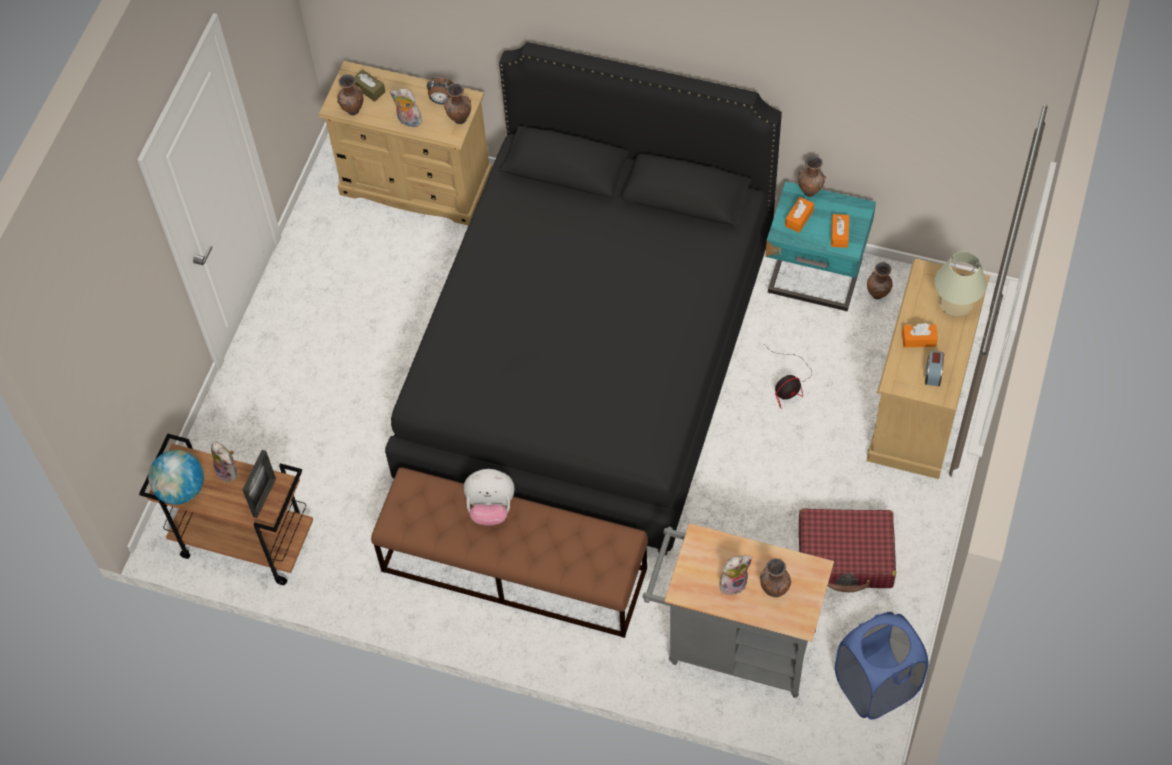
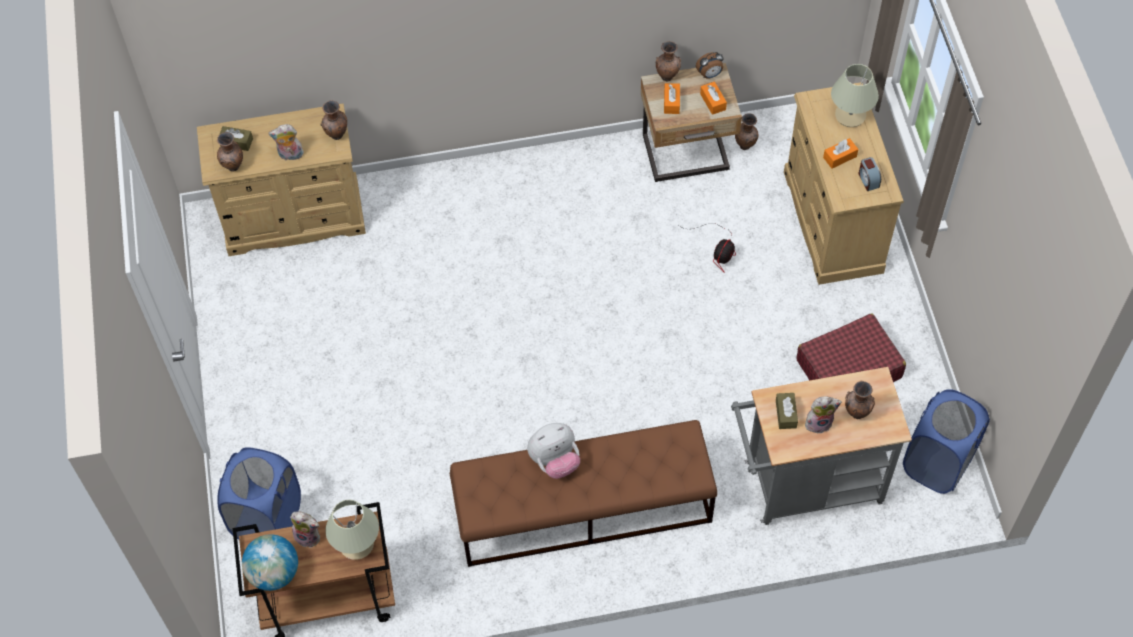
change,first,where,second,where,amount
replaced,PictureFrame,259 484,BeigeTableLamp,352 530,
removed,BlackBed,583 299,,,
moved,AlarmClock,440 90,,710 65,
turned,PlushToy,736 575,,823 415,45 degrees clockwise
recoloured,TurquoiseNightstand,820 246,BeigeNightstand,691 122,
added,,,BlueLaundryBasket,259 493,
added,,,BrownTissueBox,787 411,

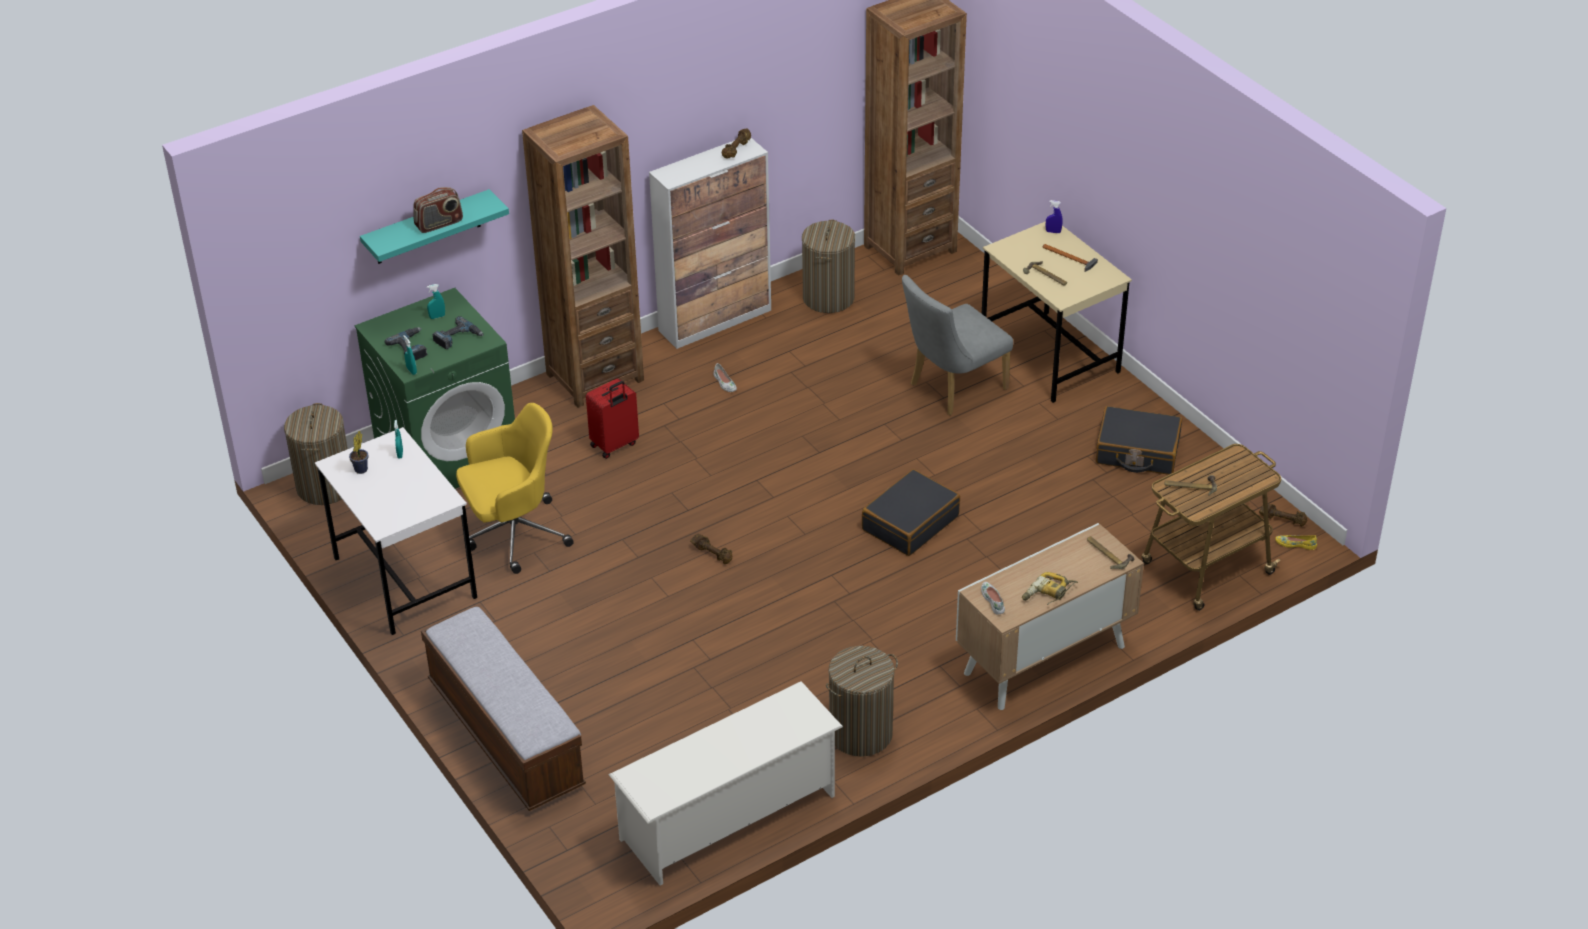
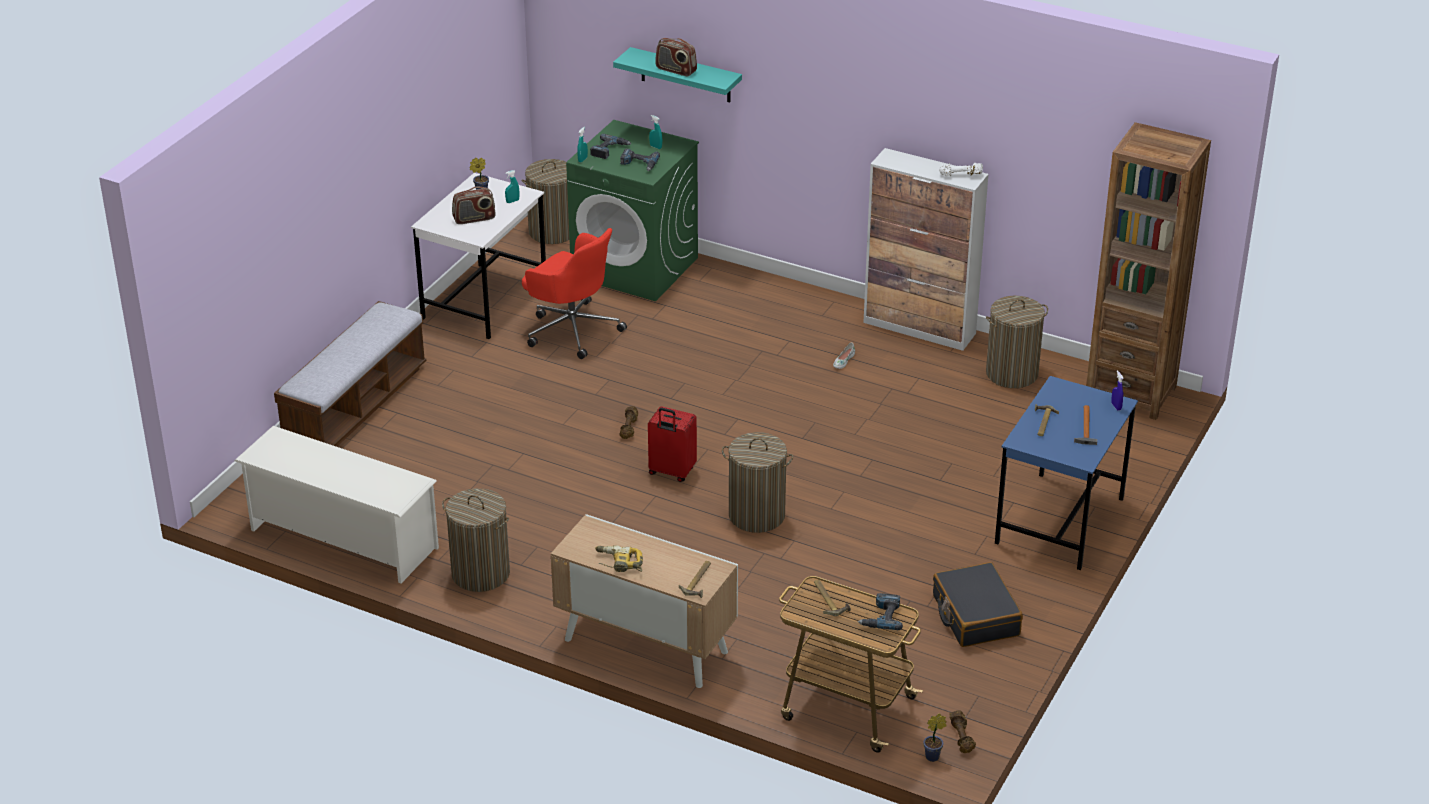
change,first,where,second,where,amount
recoloured,YellowOfficeChair,515 488,RedOfficeChair,574 293,
removed,BrownBookcase,583 256,,,
moved,RedSuitcase,612 418,,672 444,
recoloured,BrownDumbbell,736 143,WhiteDumbbell,961 169,
replaced,BlackSuitcase,911 512,LaundryBasket,757 482,
removed,GreyChair,957 345,,,
removed,WhiteShoe,993 598,,,
recoloured,BeigeDesk,1057 312,BlueDesk,1066 473,
replaced,YellowShoe,1296 542,PottedPlant,935 737,
added,,,Radio,473 205,
added,,,PowerDrill,880 611,

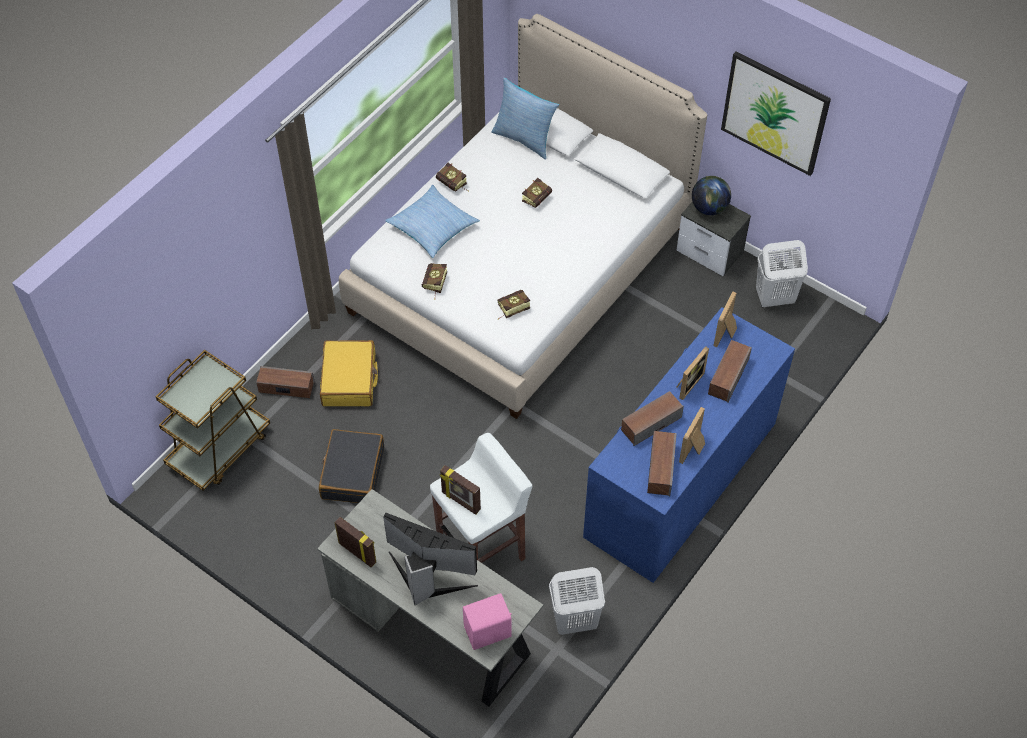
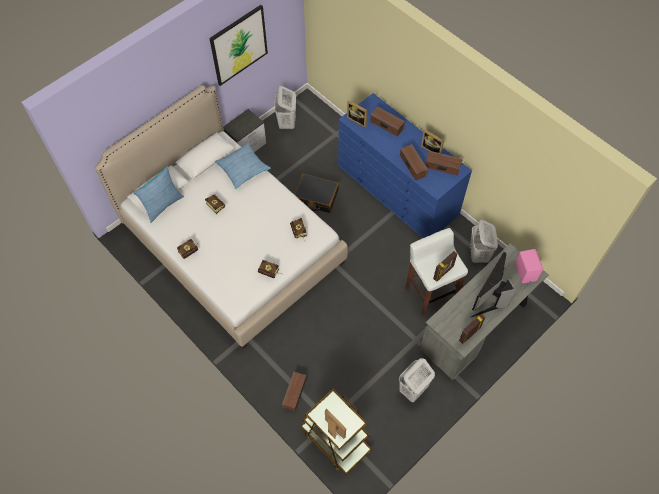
change,first,where,second,where,amount
moved,BlackSuitcase,351 466,,316 193,
removed,YellowSuitcase,349 373,,,
moved,Pillow,432 221,,243 165,
moved,PictureFrame,693 373,,335 424,
removed,Globe,711 195,,,
added,,,WhiteLaundryBasket,417 380,

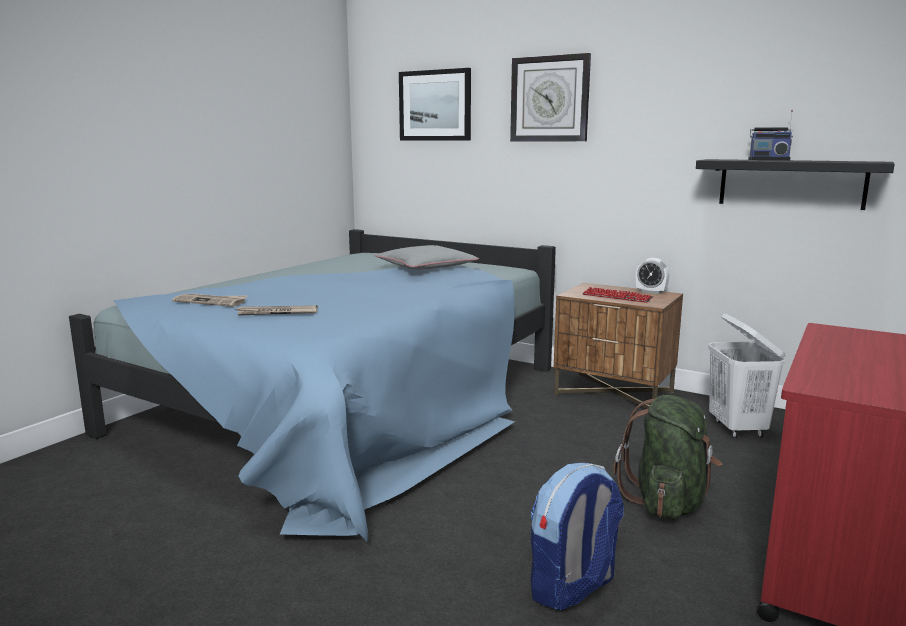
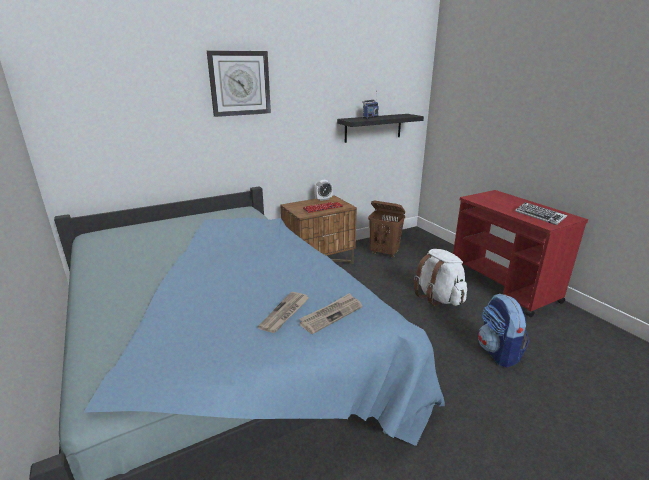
change,first,where,second,where,amount
moved,Newspaper,209 300,,330 313,
removed,GreyPillow,427 257,,,
removed,Picture,435 104,,,
recoloured,GreenBackpack,668 457,WhiteBackpack,440 277,
recoloured,WhiteLaundryBasket,747 375,BrownLaundryBasket,386 229,
added,,,Keyboard,541 213,

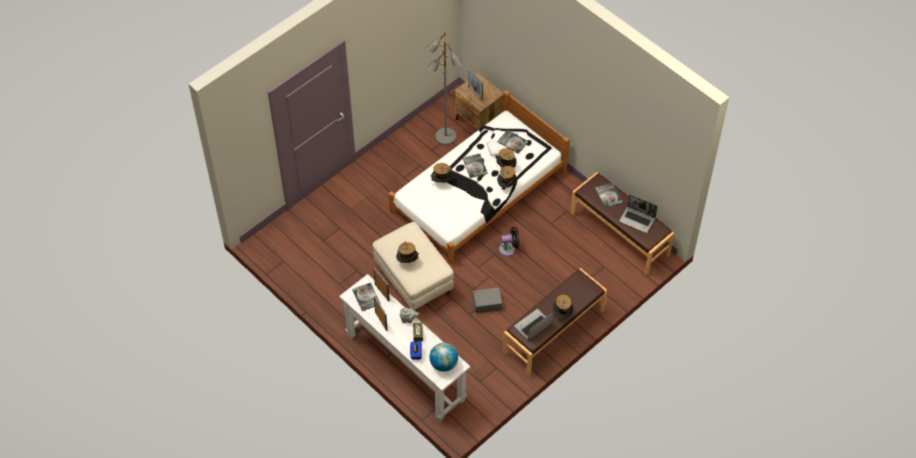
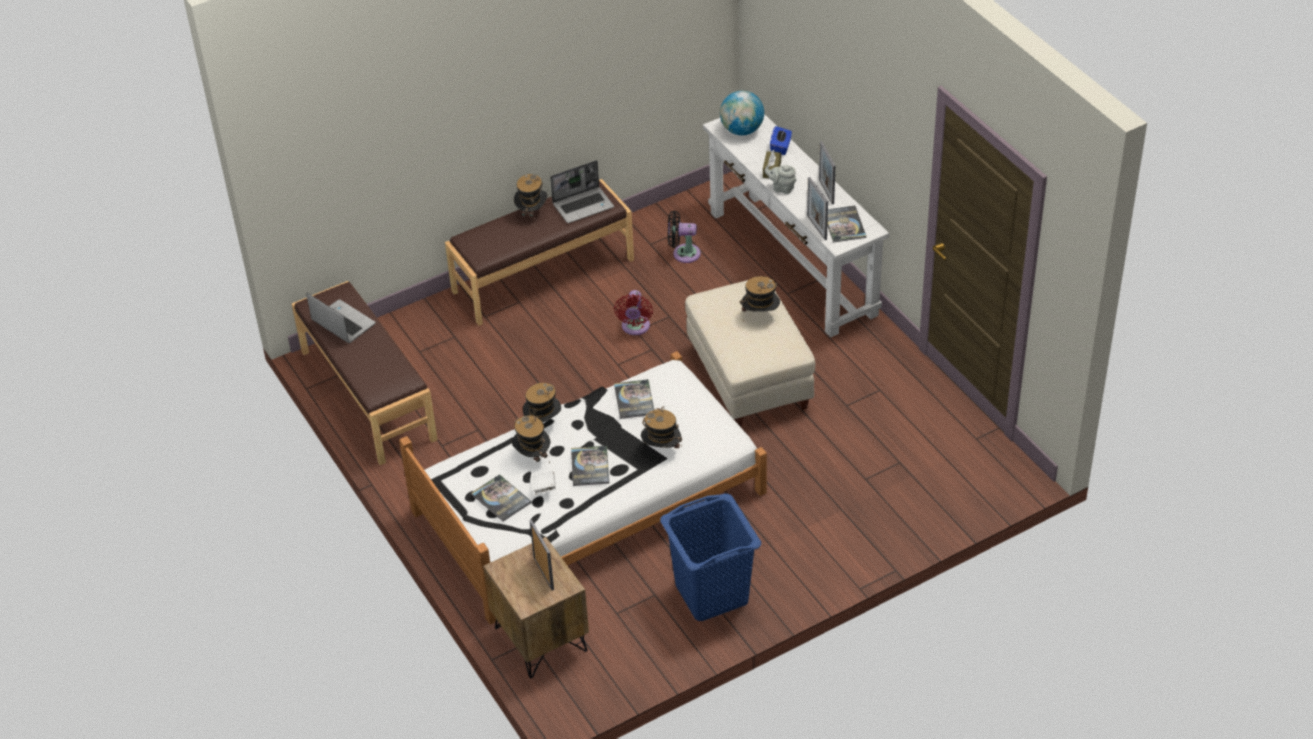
change,first,where,second,where,amount
removed,GreyFloorLamp,444 89,,,
replaced,GreyStorageBox,487 300,RedFan,633 312,
moved,BlackFan,509 241,,684 237,
moved,Book,609 195,,634 399,
added,,,BlueLaundryBasket,710 557,

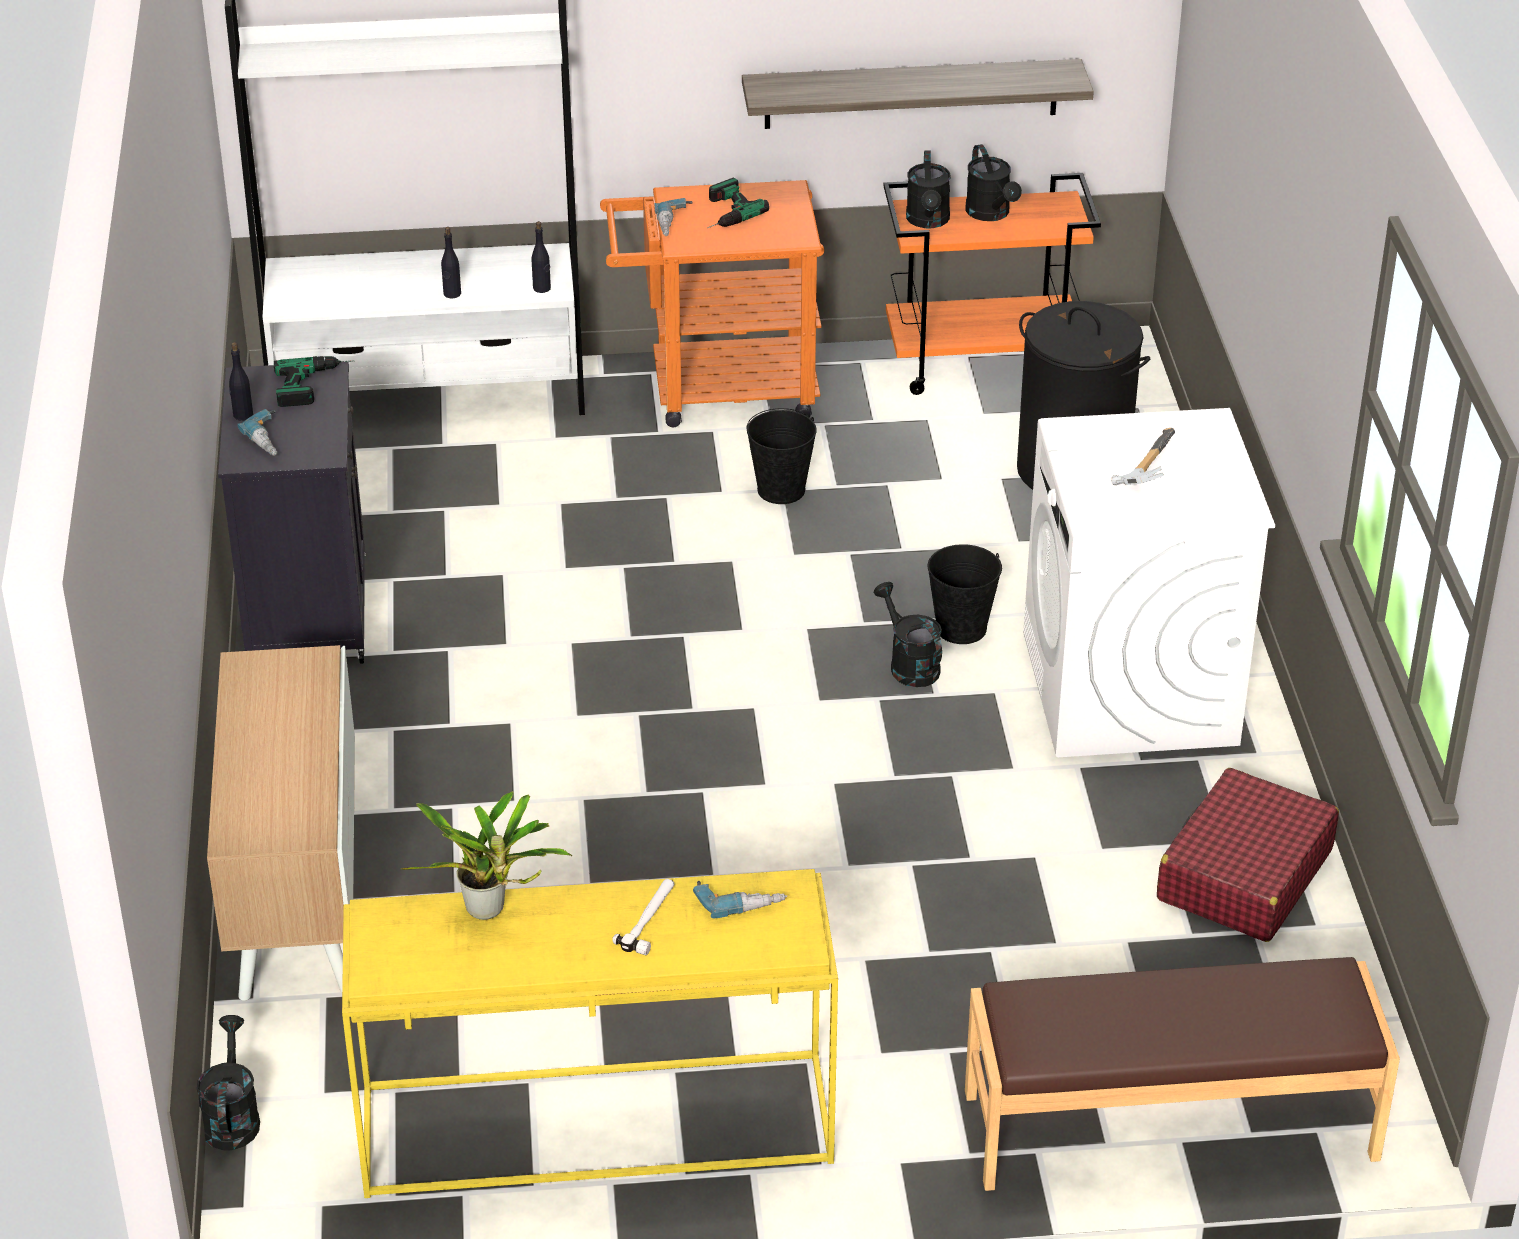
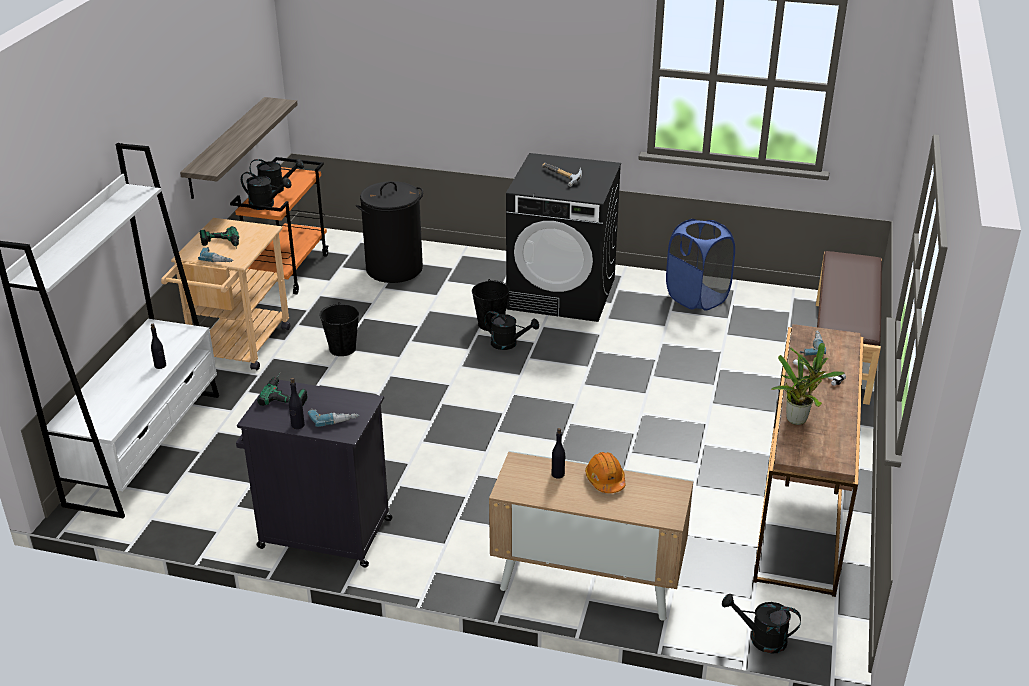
change,first,where,second,where,amount
recoloured,YellowConsoleTable,590 1033,BrownConsoleTable,808 460,
moved,BlackBottle,541 257,,559 453,
recoloured,OrangeCart,712 303,BeigeCart,225 294,
turned,BlackWateringCan,908 634,,511 330,150 degrees counterclockwise
recoloured,WhiteWashingMachine,1149 582,BlackWashingMachine,563 237,
replaced,RedSuitcase,1248 855,BlueLaundryBasket,700 265,
added,,,OrangeHardHat,605 472,

